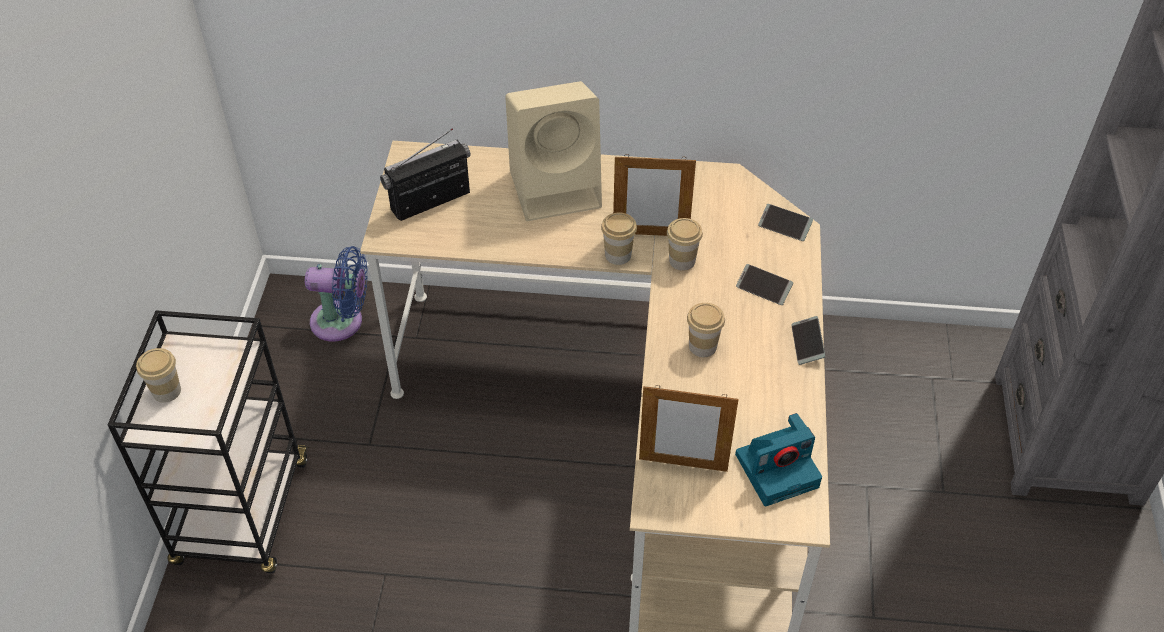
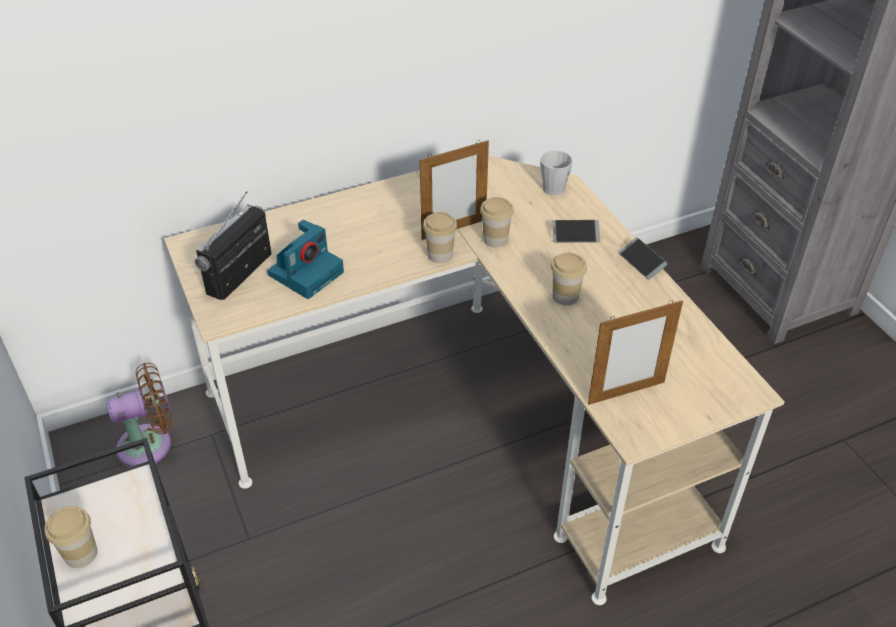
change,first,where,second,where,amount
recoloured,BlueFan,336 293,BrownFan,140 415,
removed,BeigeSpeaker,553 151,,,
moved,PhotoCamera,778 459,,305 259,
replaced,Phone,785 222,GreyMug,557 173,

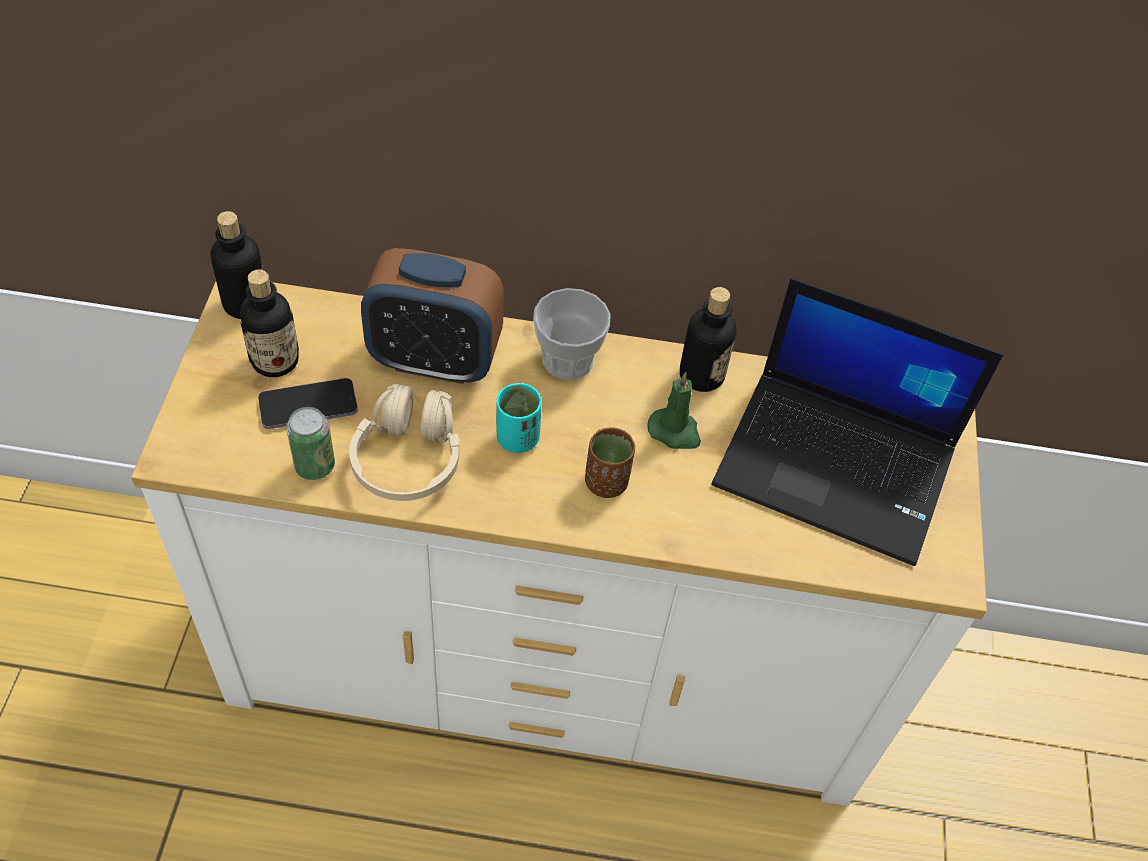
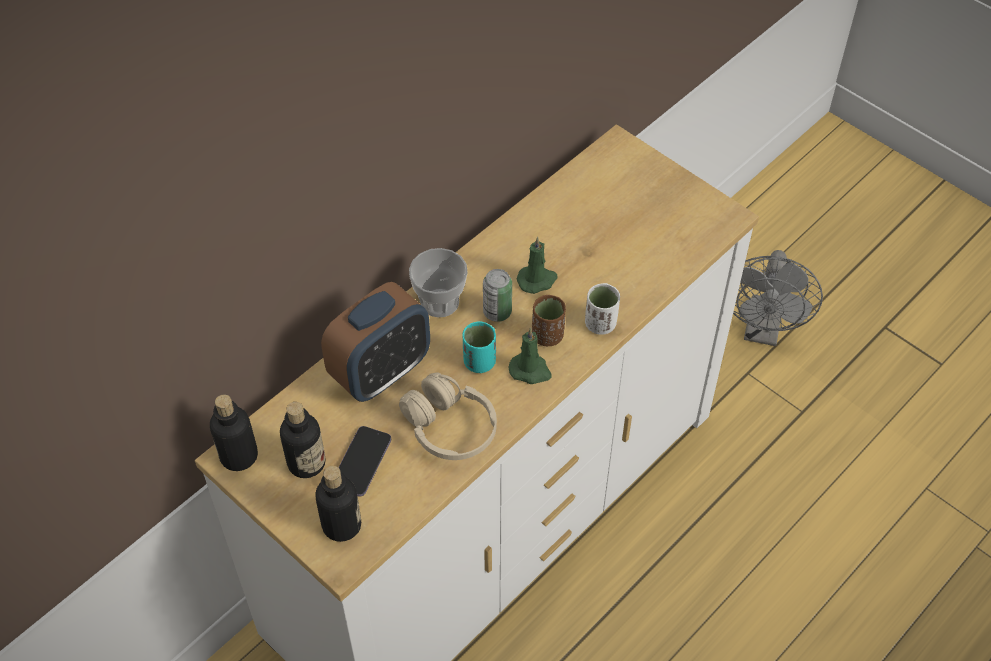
change,first,where,second,where,amount
moved,Can,310 443,,497 295,
moved,Bottle,708 339,,338 504,
removed,Laptop,857 422,,,
added,,,GreenCandle,530 356,
added,,,WhiteCup,602 309,
added,,,GreyFan,778 298,

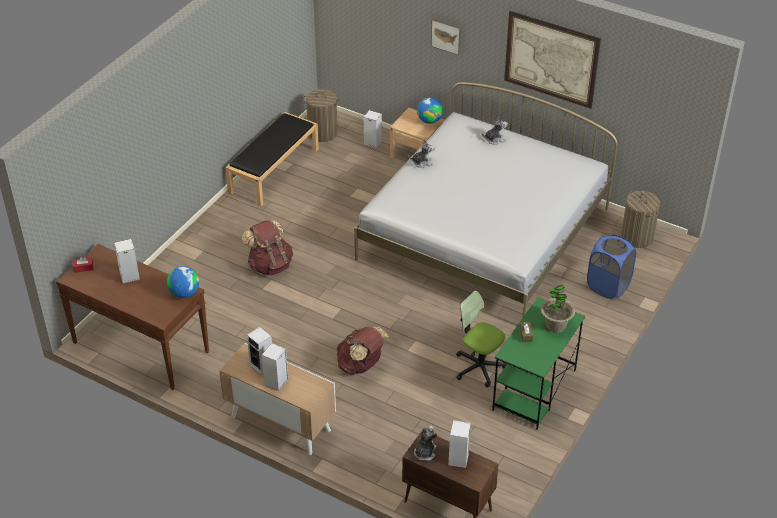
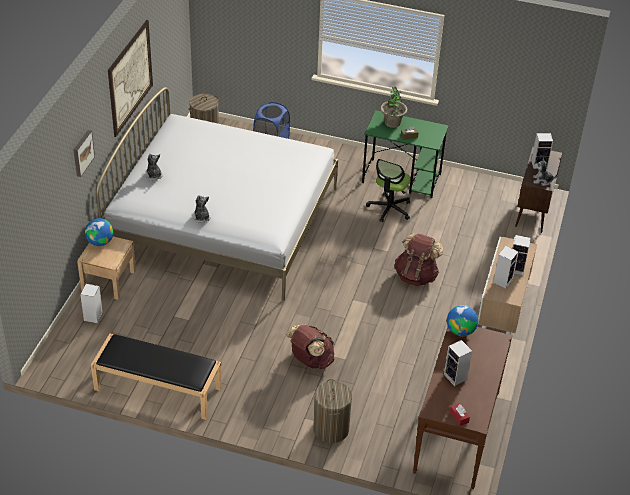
change,first,where,second,where,amount
moved,LaundryBasket,321 115,,332 411,

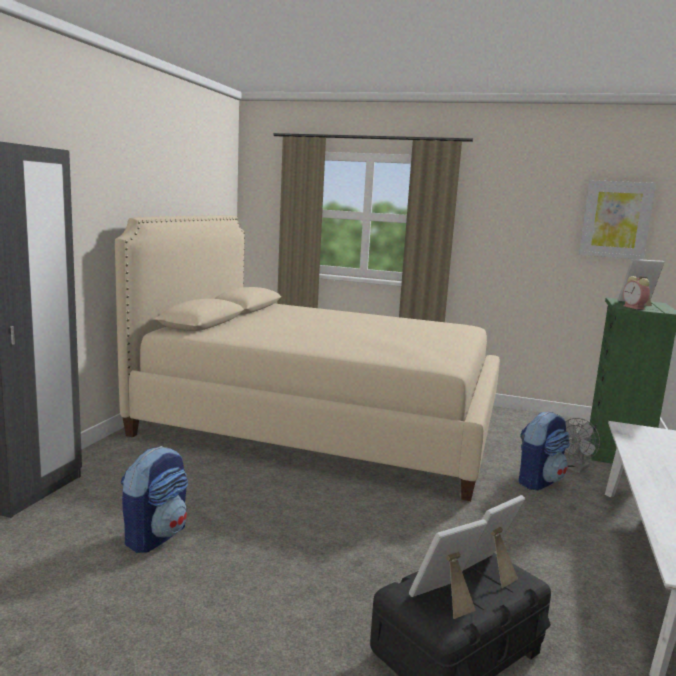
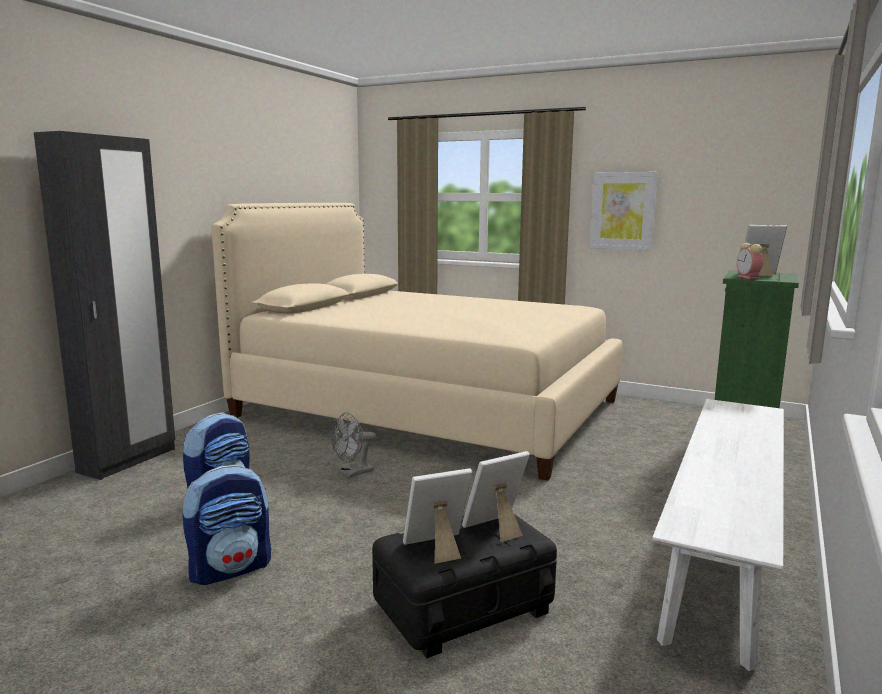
change,first,where,second,where,amount
moved,Backpack,544 450,,226 525,
moved,GreyFan,582 445,,353 444,
moved,Picture,617 220,,623 211,

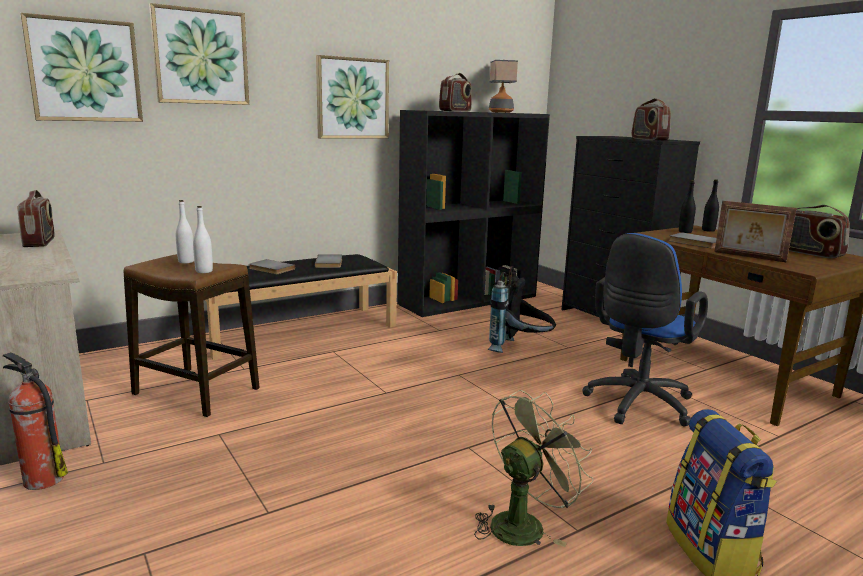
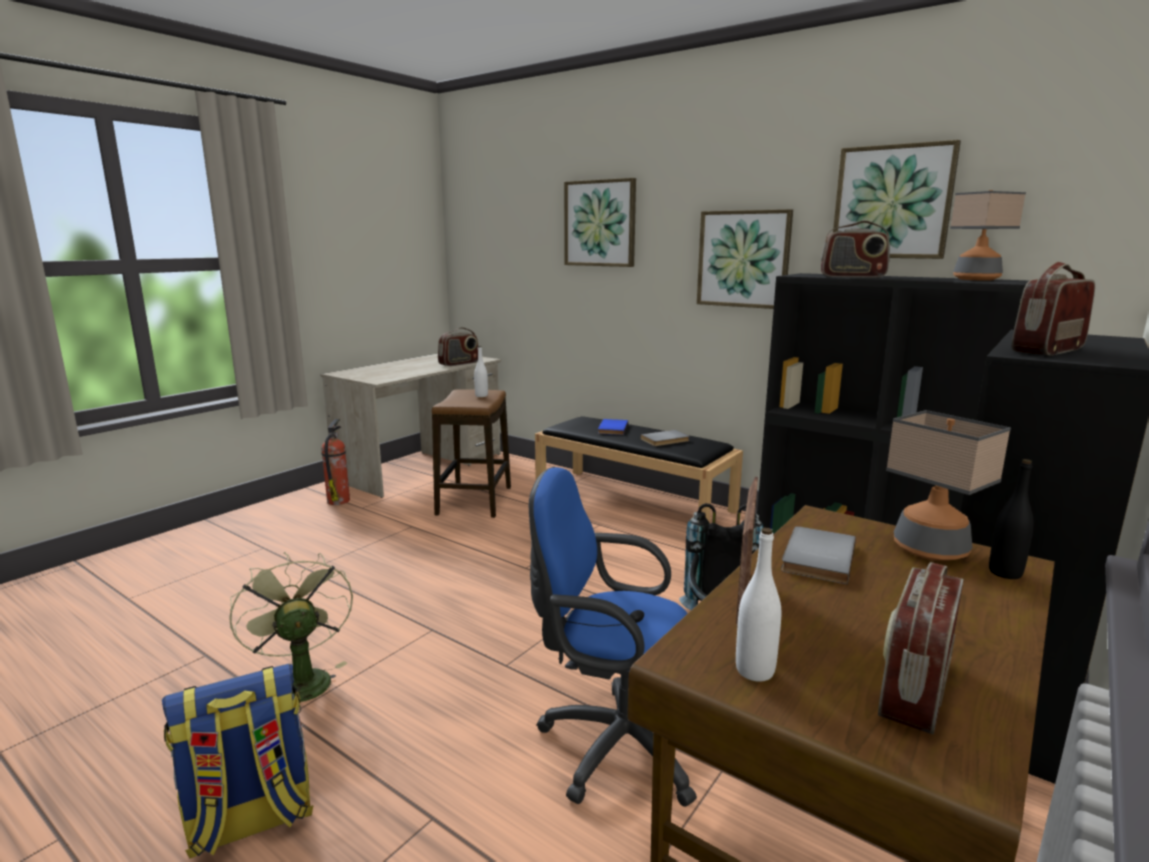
change,first,where,second,where,amount
moved,Picture,81 67,,897 199,
moved,WhiteBottle,203 239,,758 604,
recoloured,GreyBook,272 266,BlueBook,613 427,
turned,GreenFan,534 468,,291 632,150 degrees counterclockwise
replaced,BlackBottle,687 206,TableLamp,948 485,

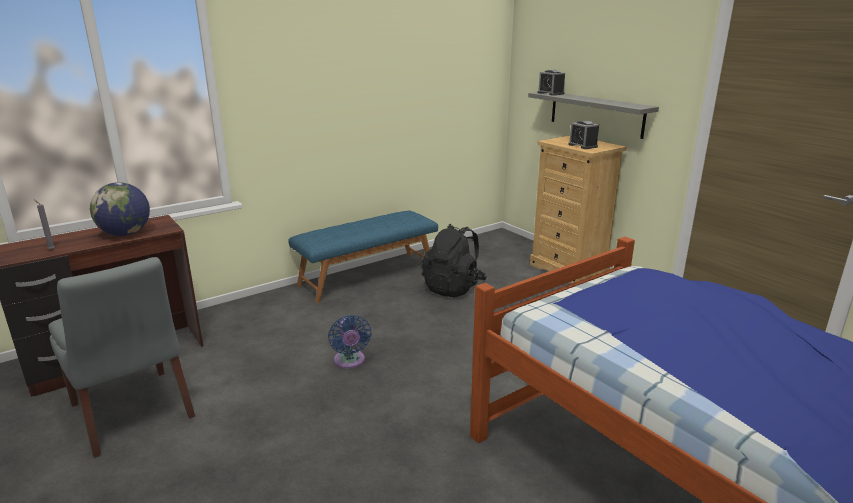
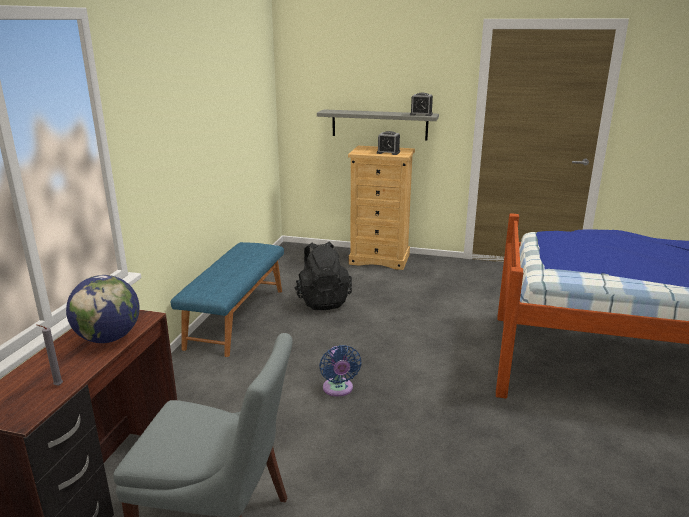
change,first,where,second,where,amount
turned,BlueFan,350 342,,340 371,45 degrees clockwise
moved,AlarmClock,551 83,,421 104,

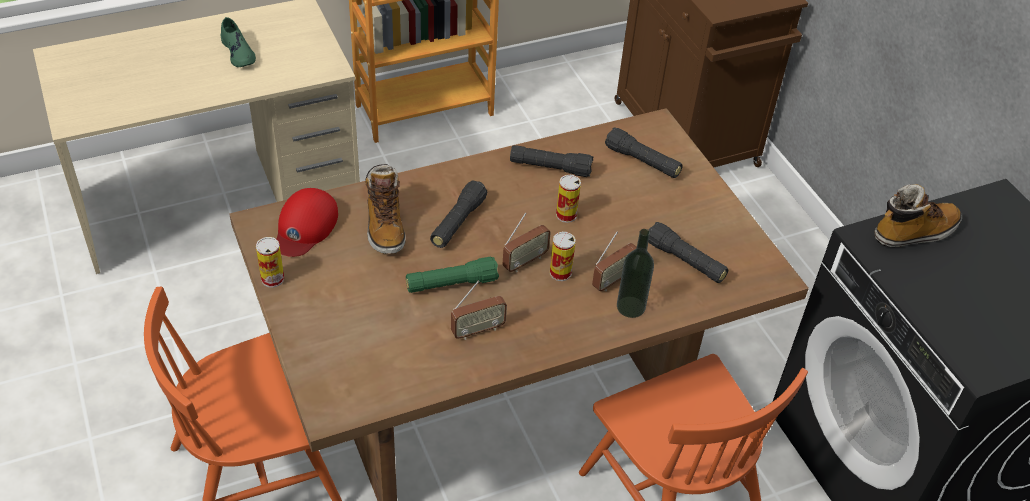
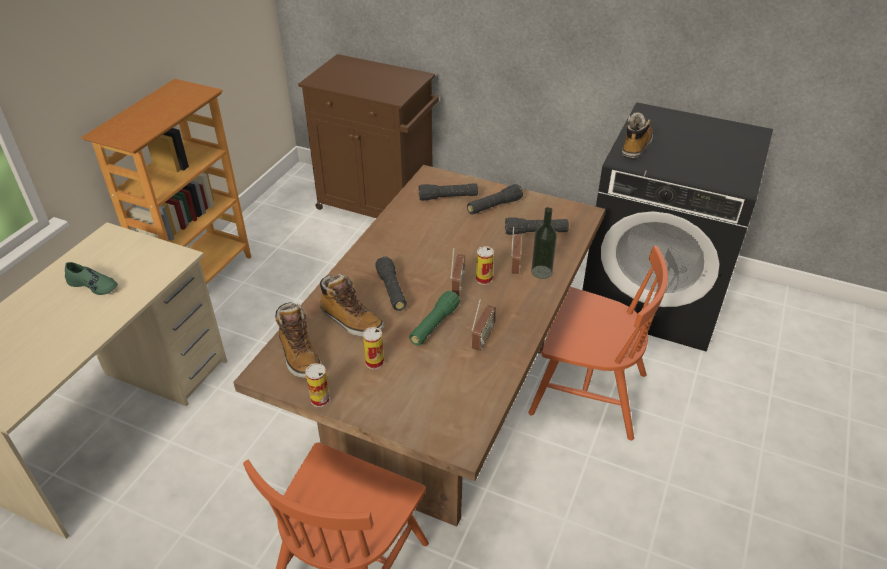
change,first,where,second,where,amount
replaced,RedCap,307 222,Boot,298 340,
moved,BlackFlashlight,551 161,,495 199,
moved,Can,568 198,,373 348,

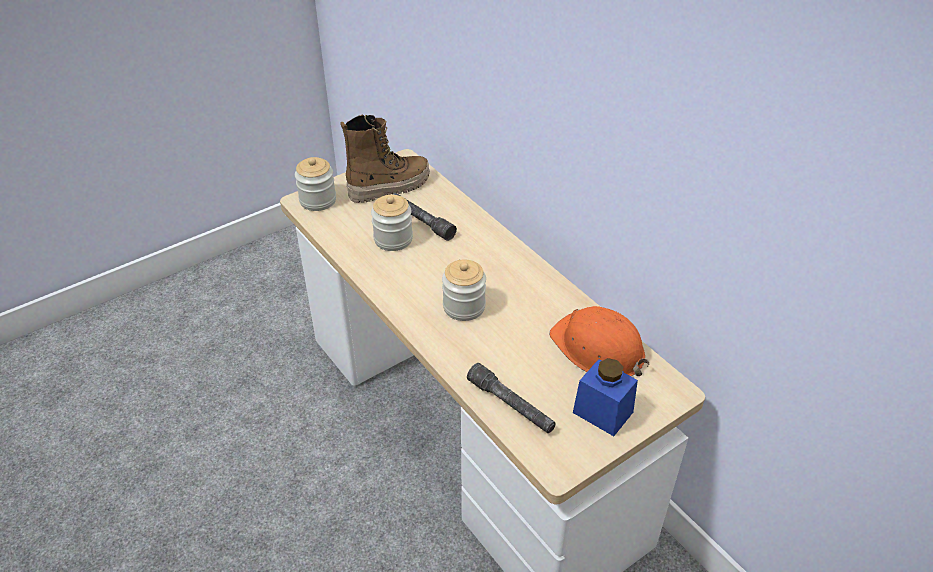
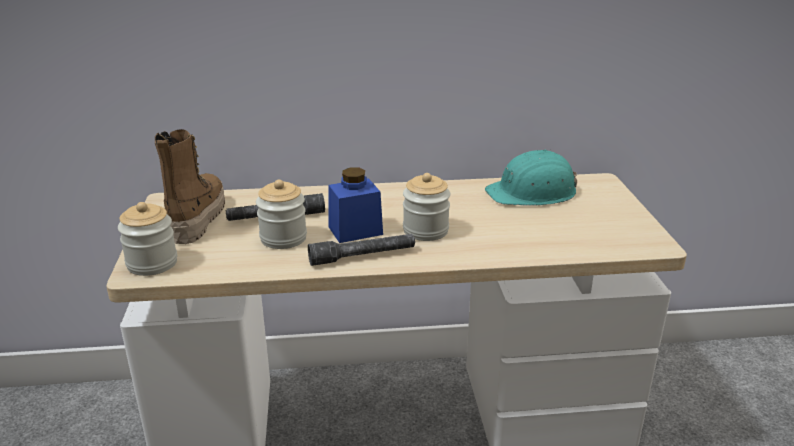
change,first,where,second,where,amount
moved,GreyFlashlight,511 398,,361 250,
recoloured,OrangeHardHat,599 341,TurquoiseHardHat,531 178,
moved,BlueJar,605 397,,356 205,

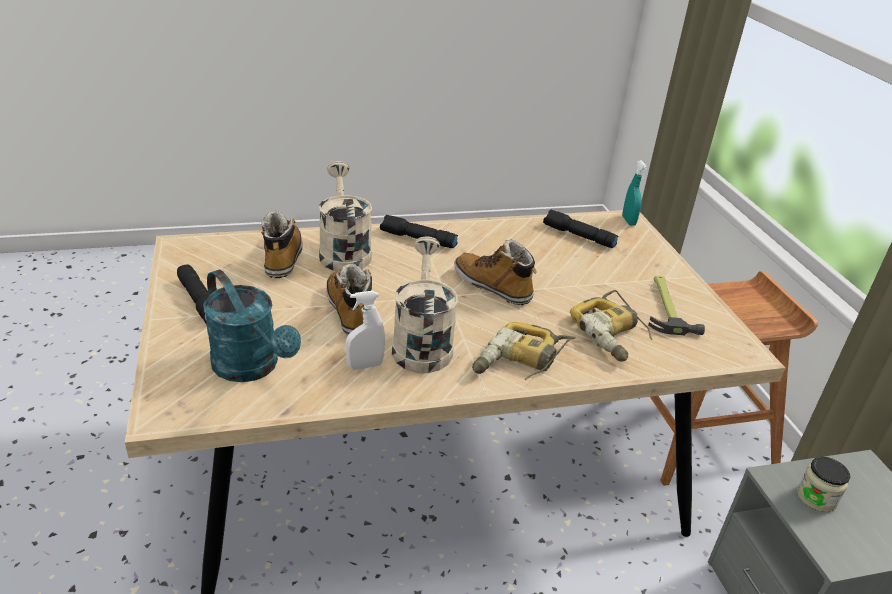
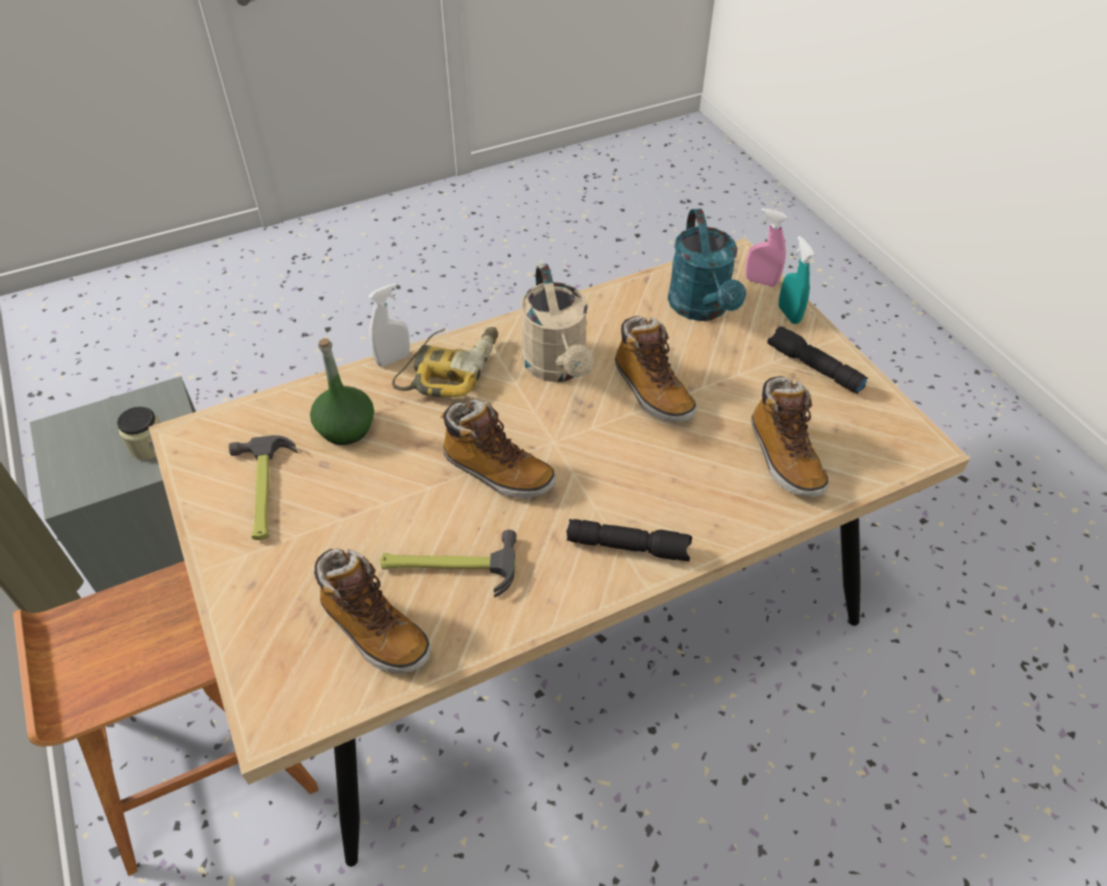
change,first,where,second,where,amount
turned,TurquoiseWateringCan,252 326,,707 265,135 degrees counterclockwise
removed,BeigeWateringCan,345 216,,,
moved,WhiteSprayBottle,365 330,,389 325,
replaced,BlackFlashlight,581 229,Boot,372 611,
replaced,PowerDrill,611 326,GreenBottle,342 391,
moved,TurquoiseSprayBottle,634 193,,797 280,
added,,,Hammer,448 564,
added,,,PinkSprayBottle,766 247,

